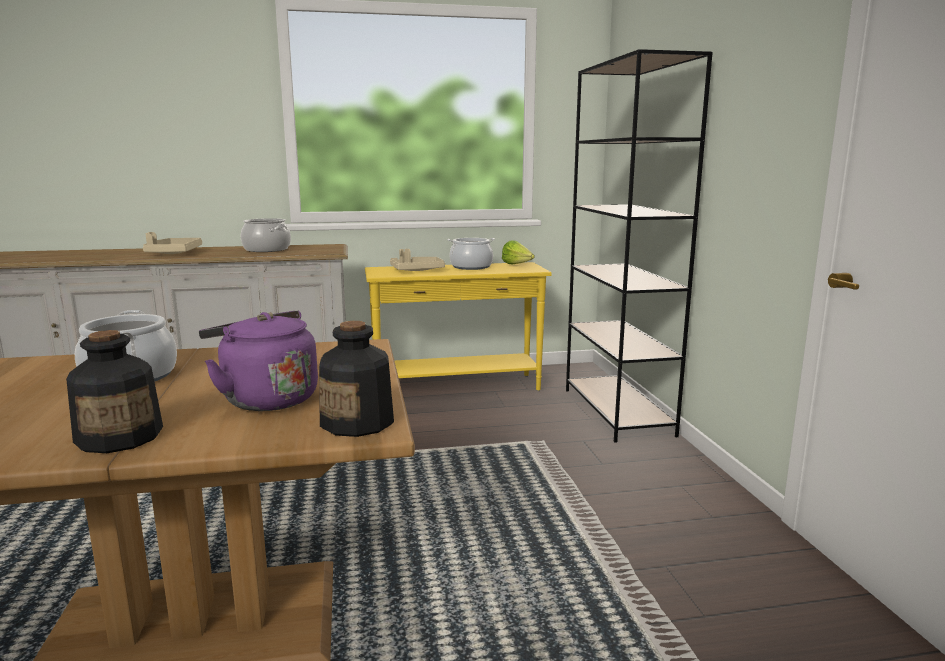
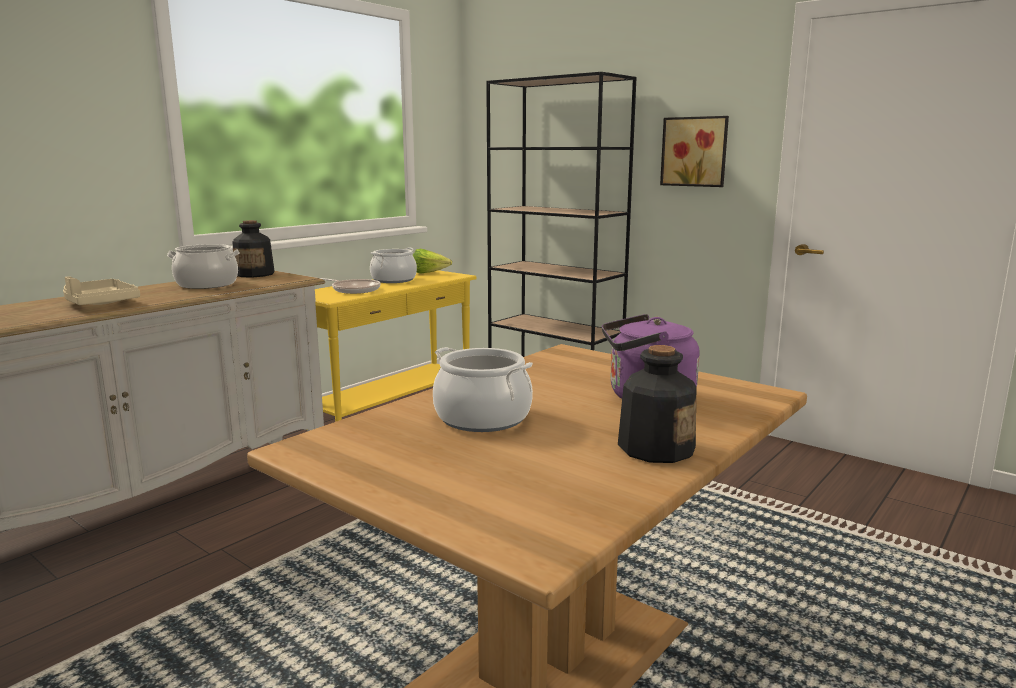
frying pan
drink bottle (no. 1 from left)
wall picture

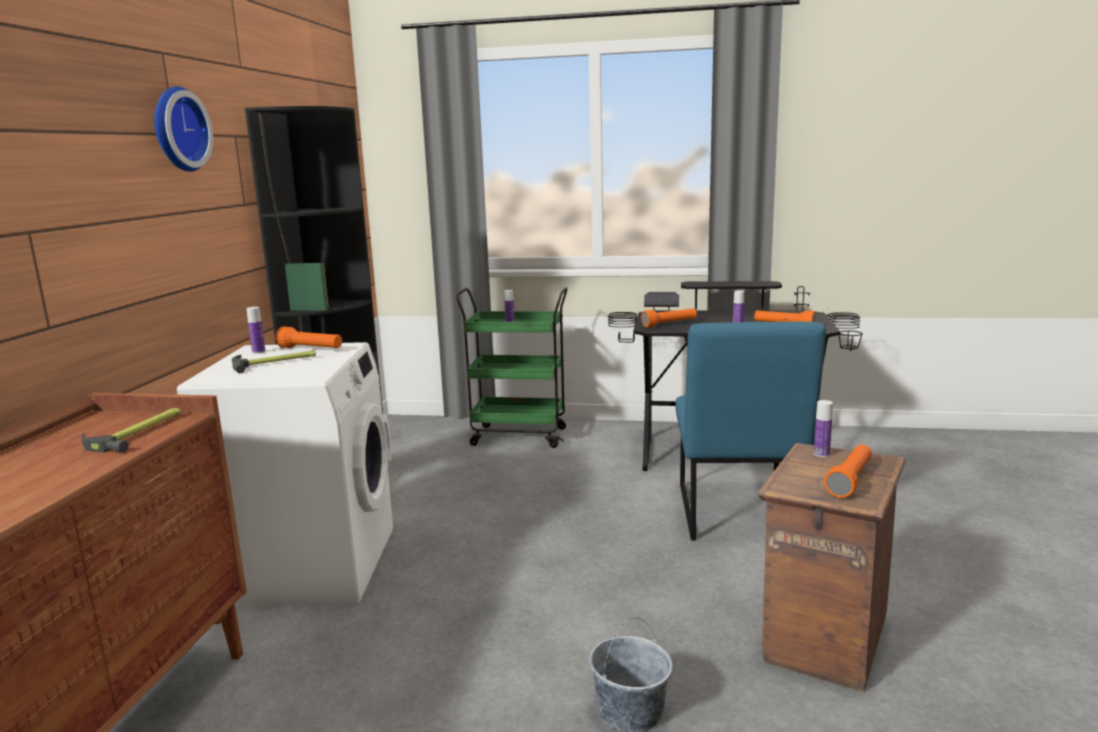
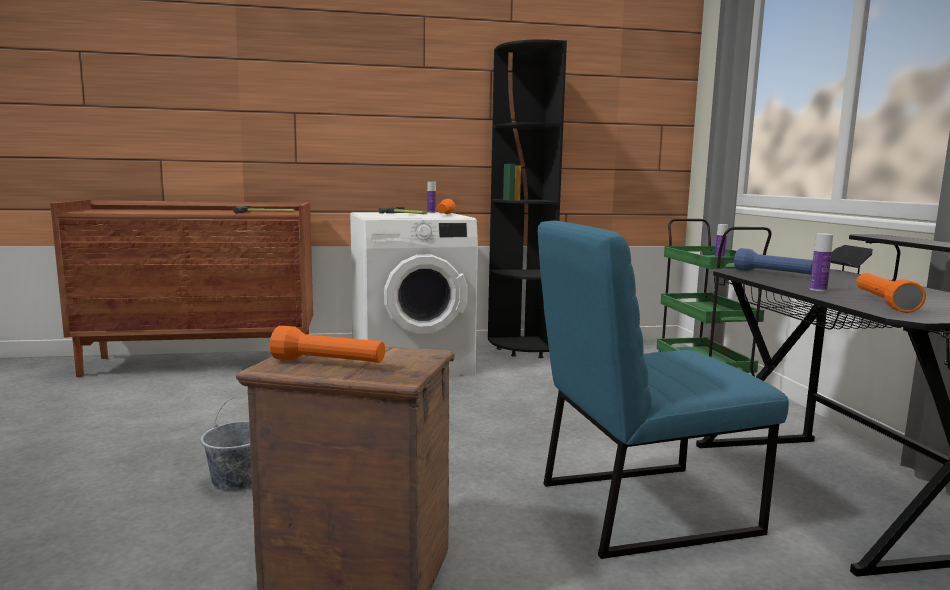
clock on the wall
hand torch in blue
drink bottle (no. 4 from left in the first image)

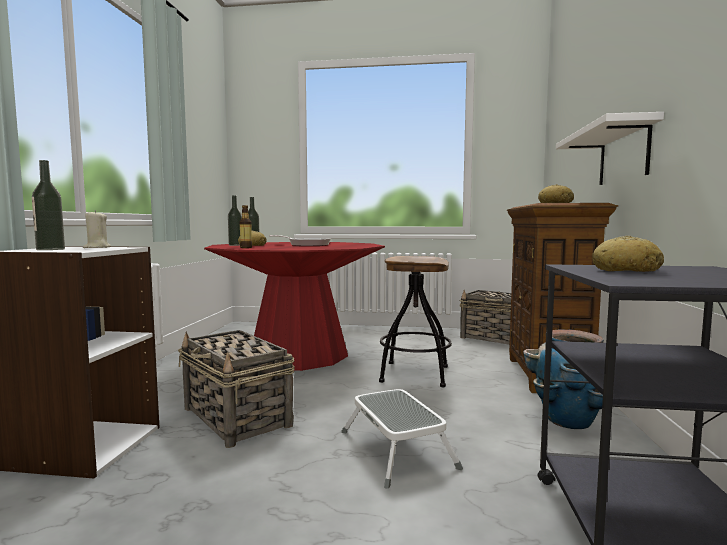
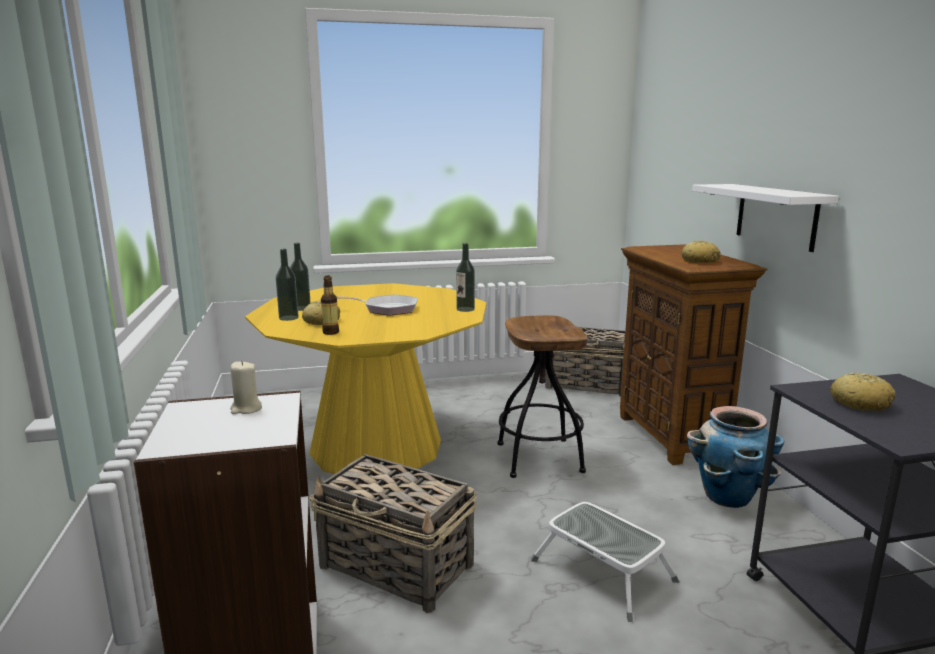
drink bottle (no. 4 from left)
dining table in yellow-coloured

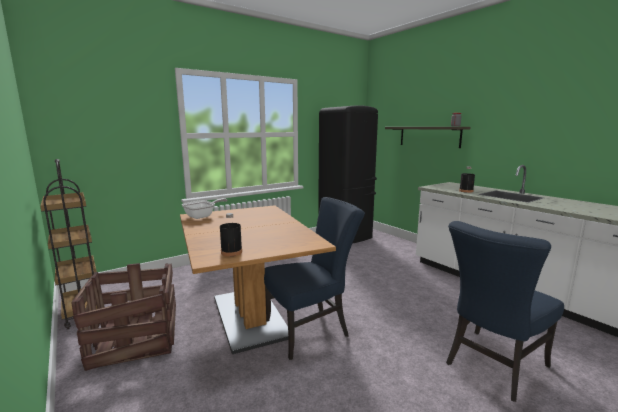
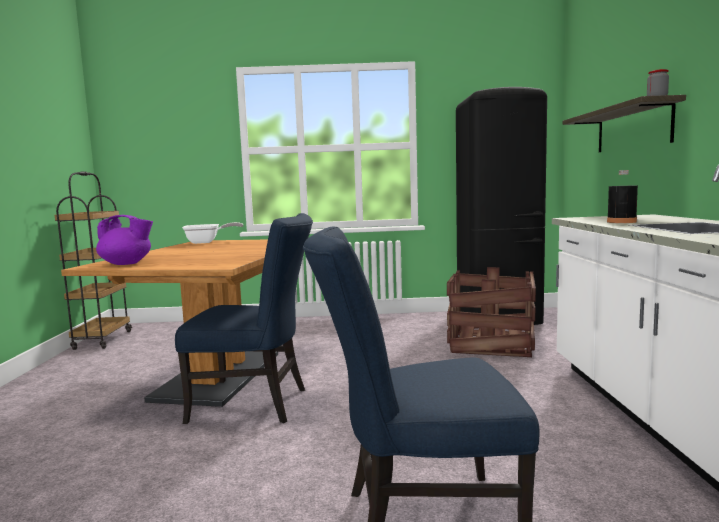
tea pot in purple-coloured
packing crate

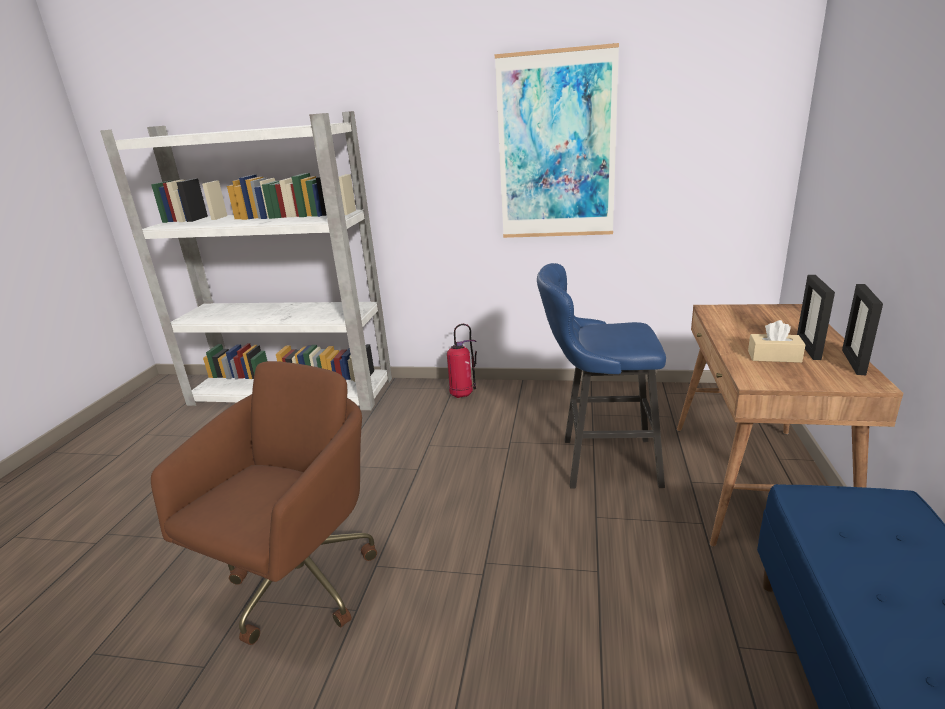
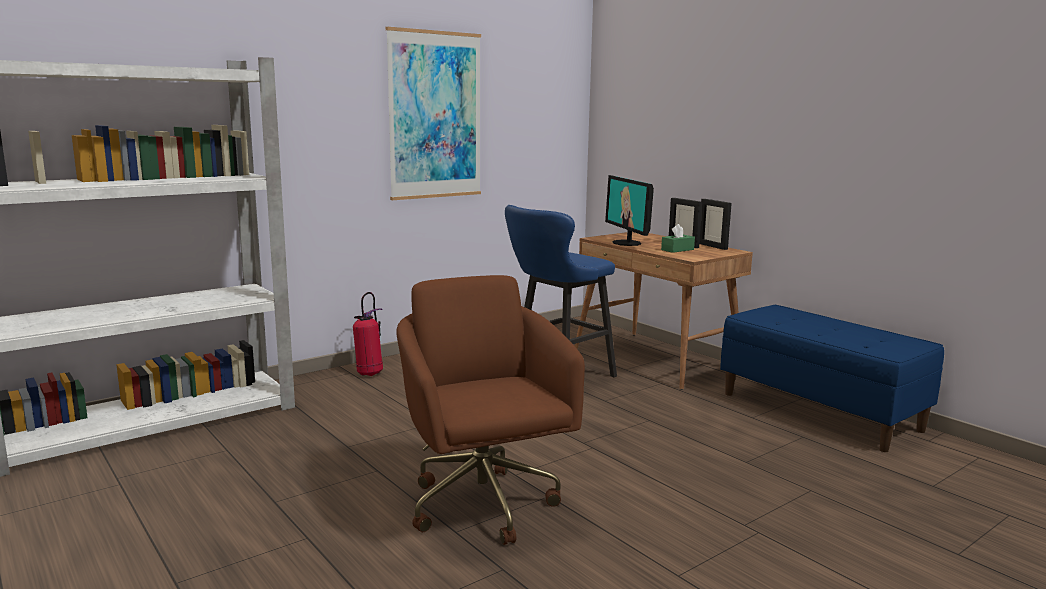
tissue holder in greenish
monitor

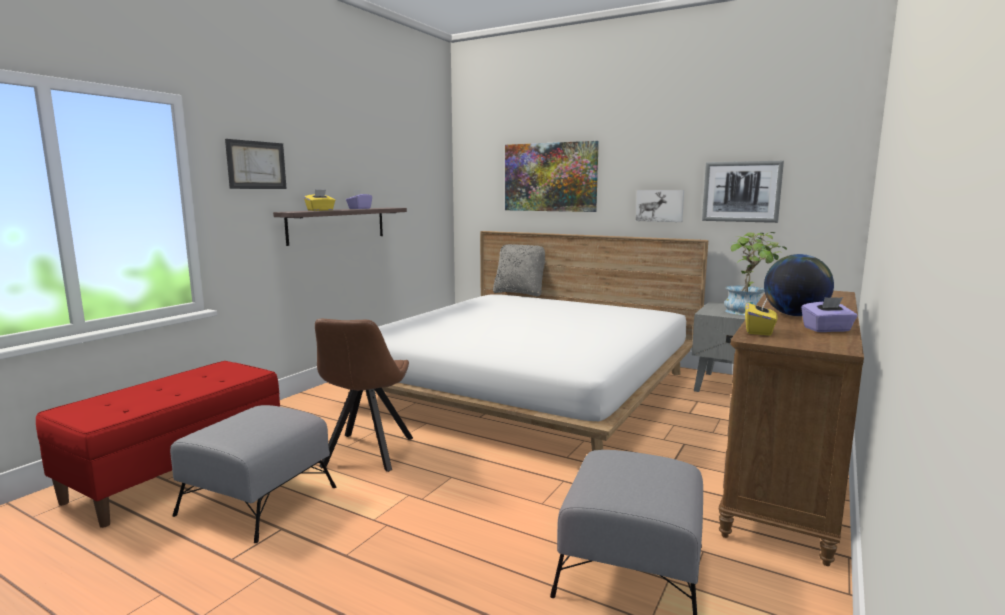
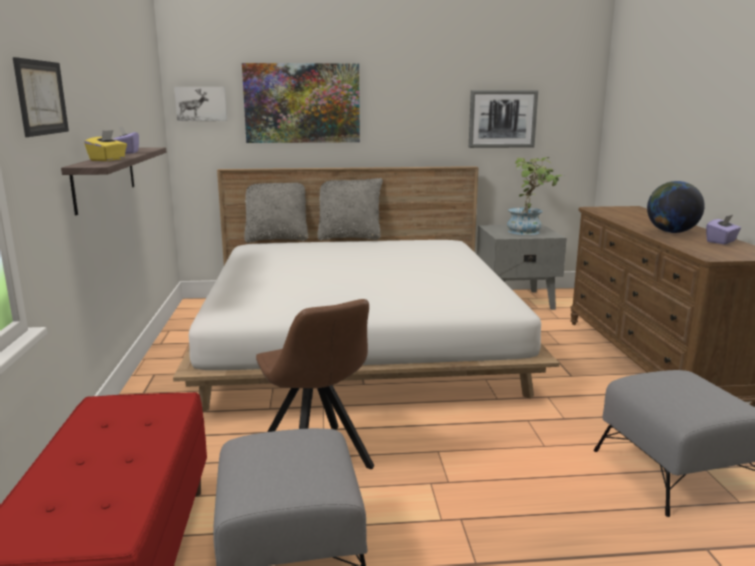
wall picture (no. 2 from left)
tissue holder in yellow-coloured (no. 2 from left in the first image)
cushion in grey (no. 2 from left)

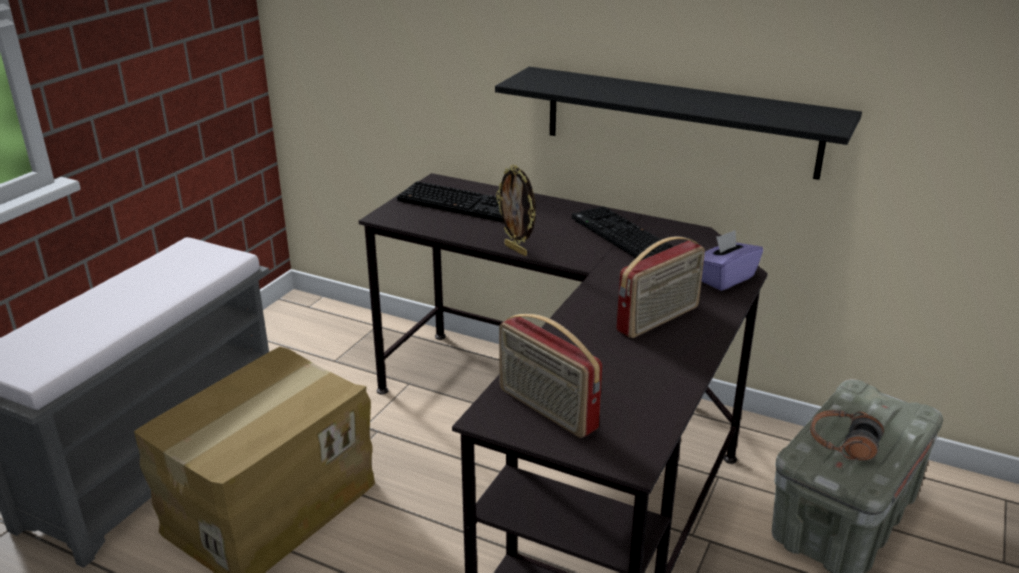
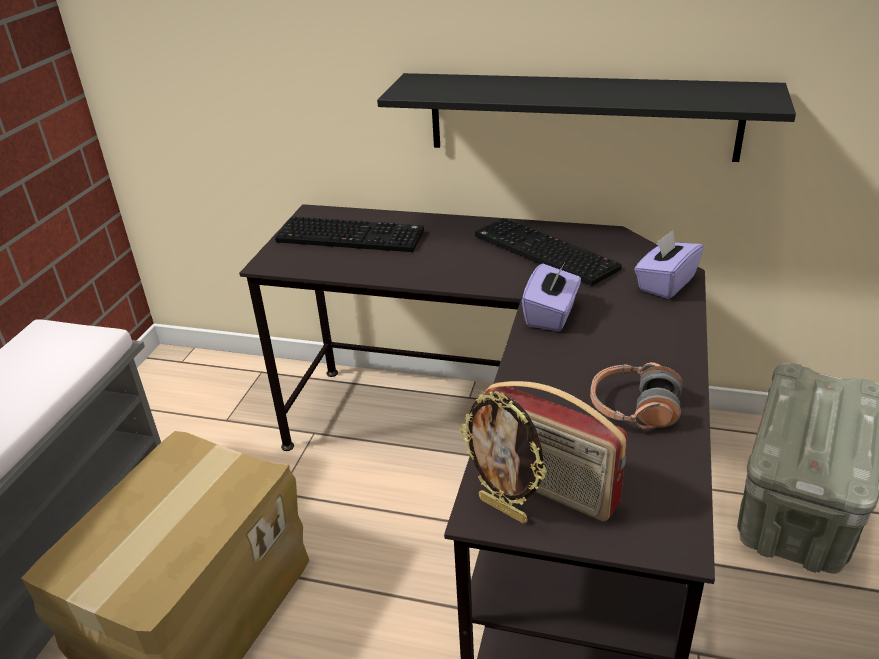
photo frame
radio (no. 2 from left in the first image)
headset
tissue holder in purple-coloured (no. 1 from left)

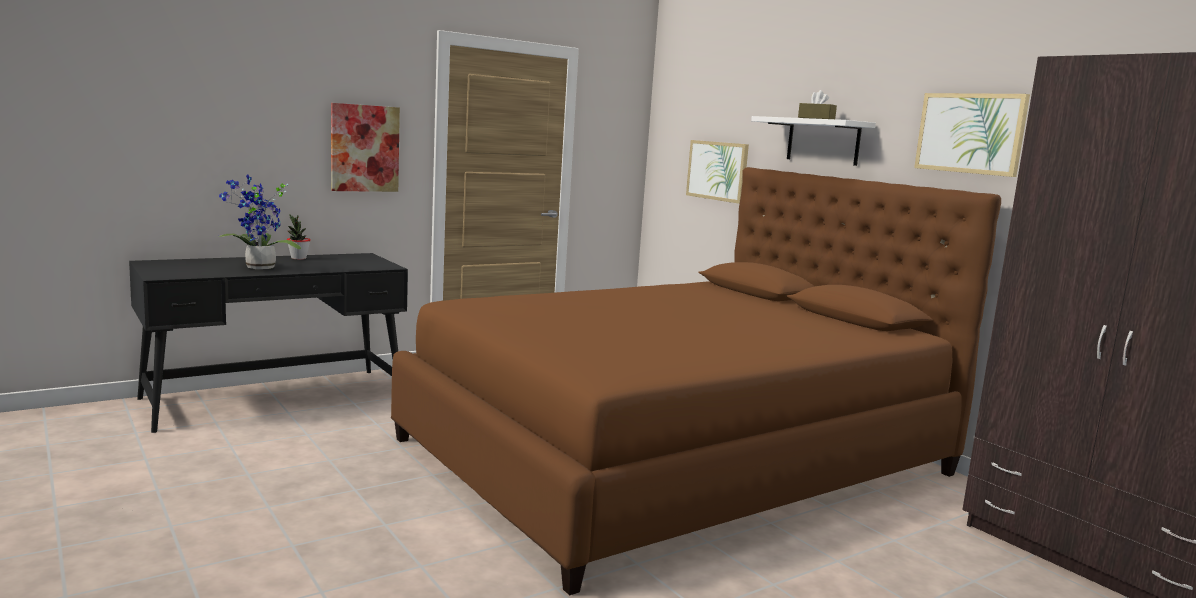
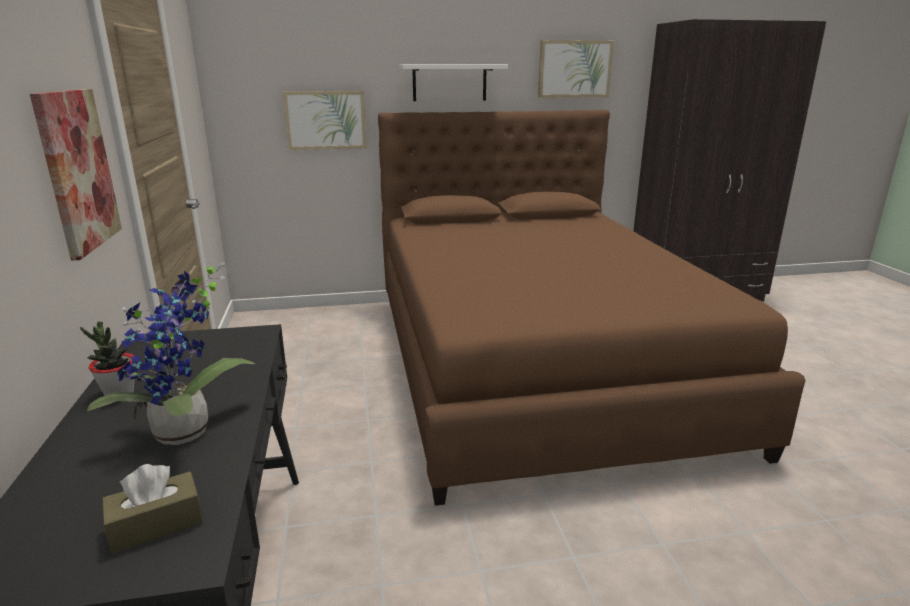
tissue holder in brown

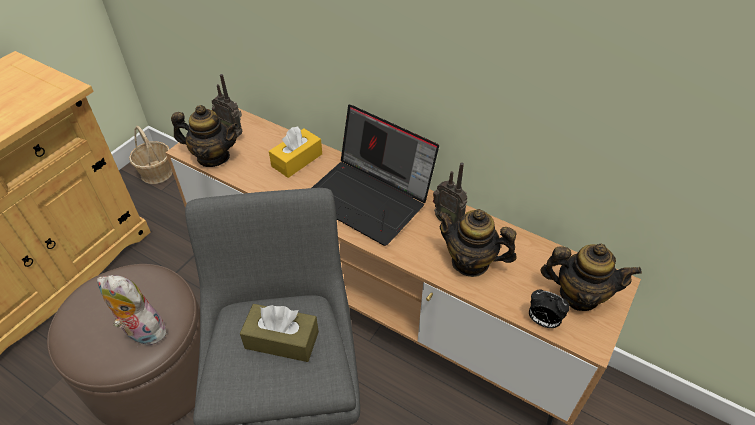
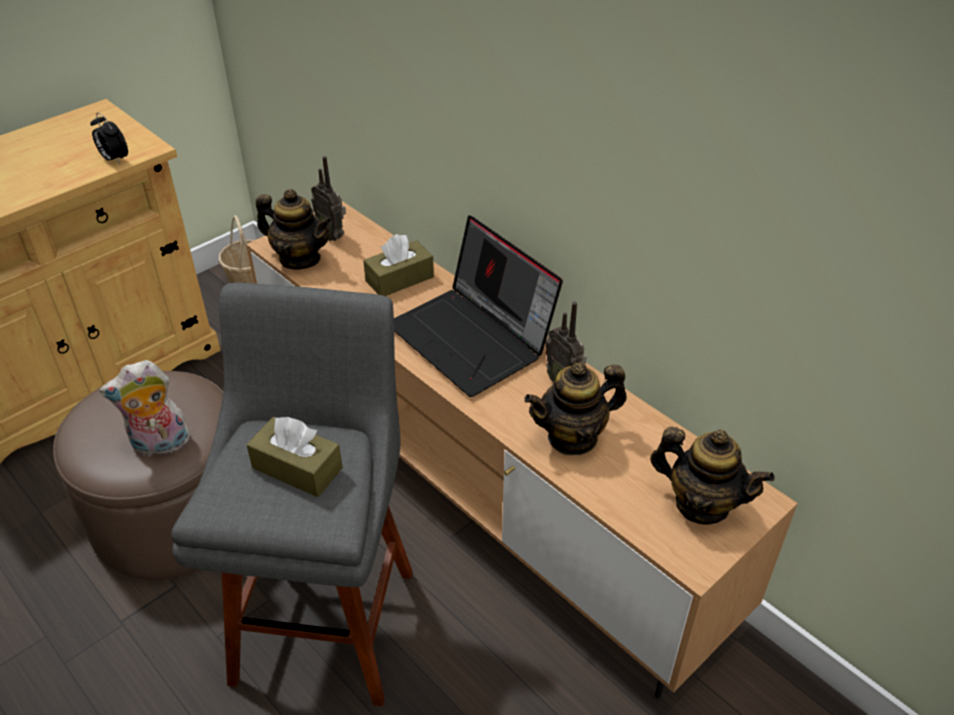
tissue holder in brown (no. 2 from left)
tea pot (no. 2 from left)
plush toy
table clock

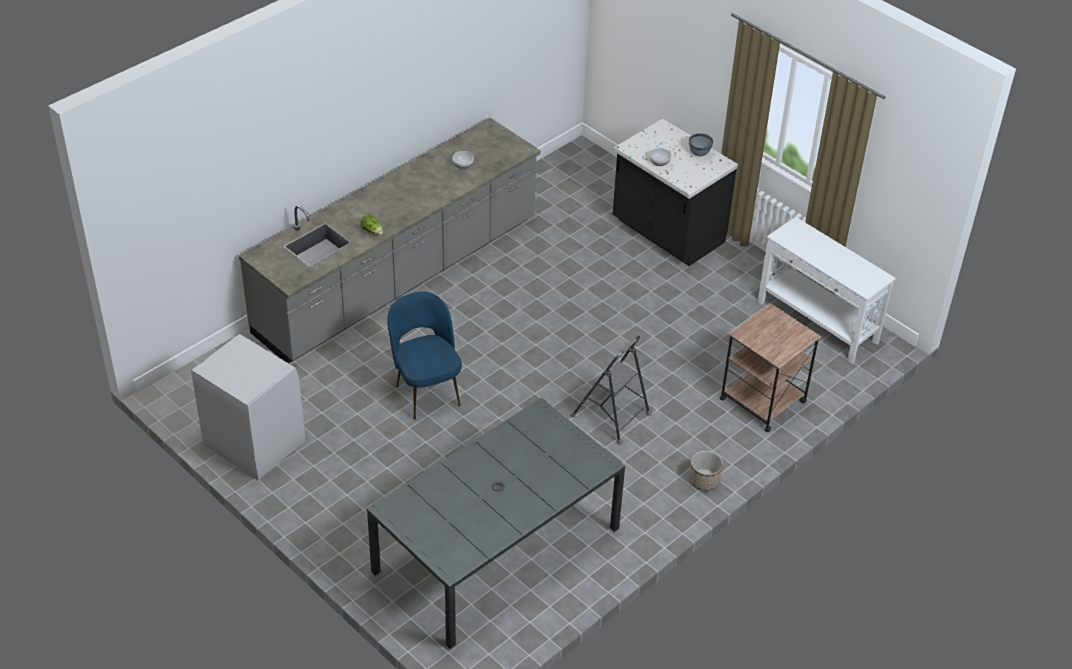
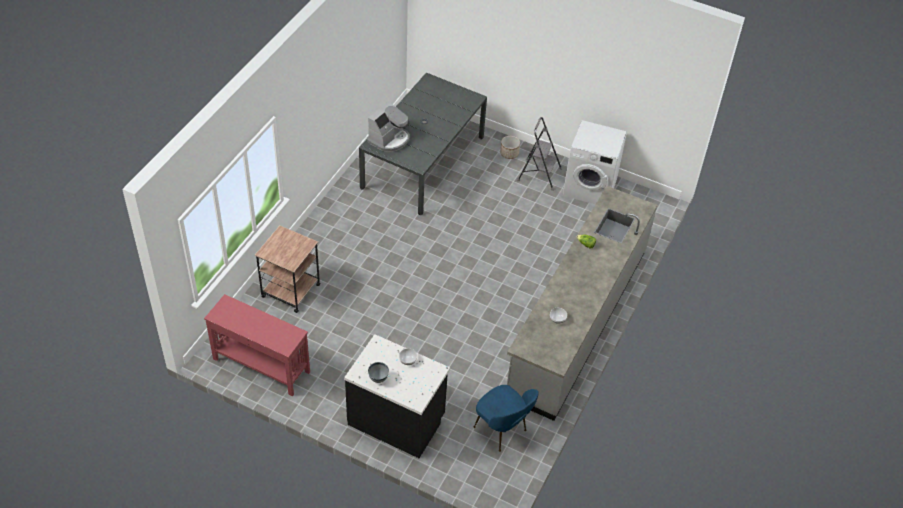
hall table in reddish
chair in blue
step stool in grey
planter
coffee brewer

